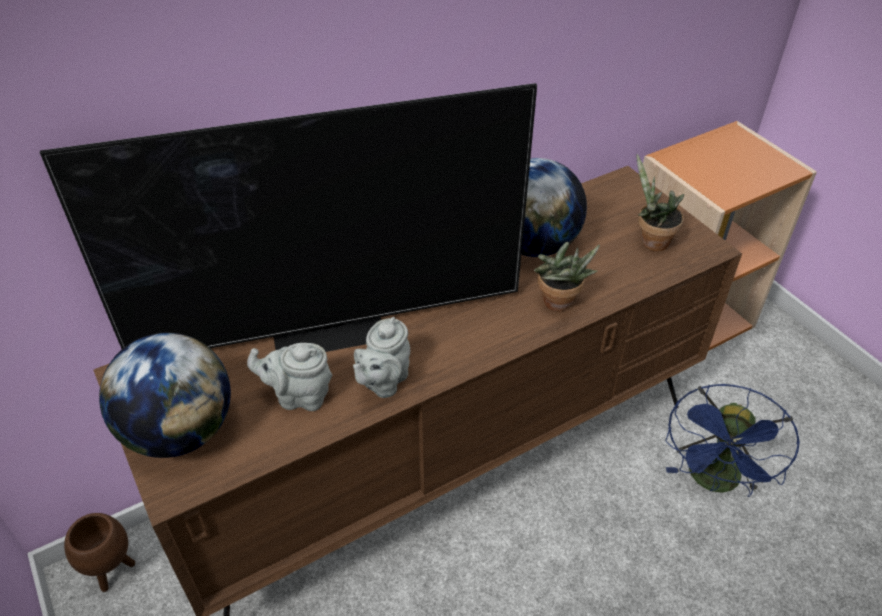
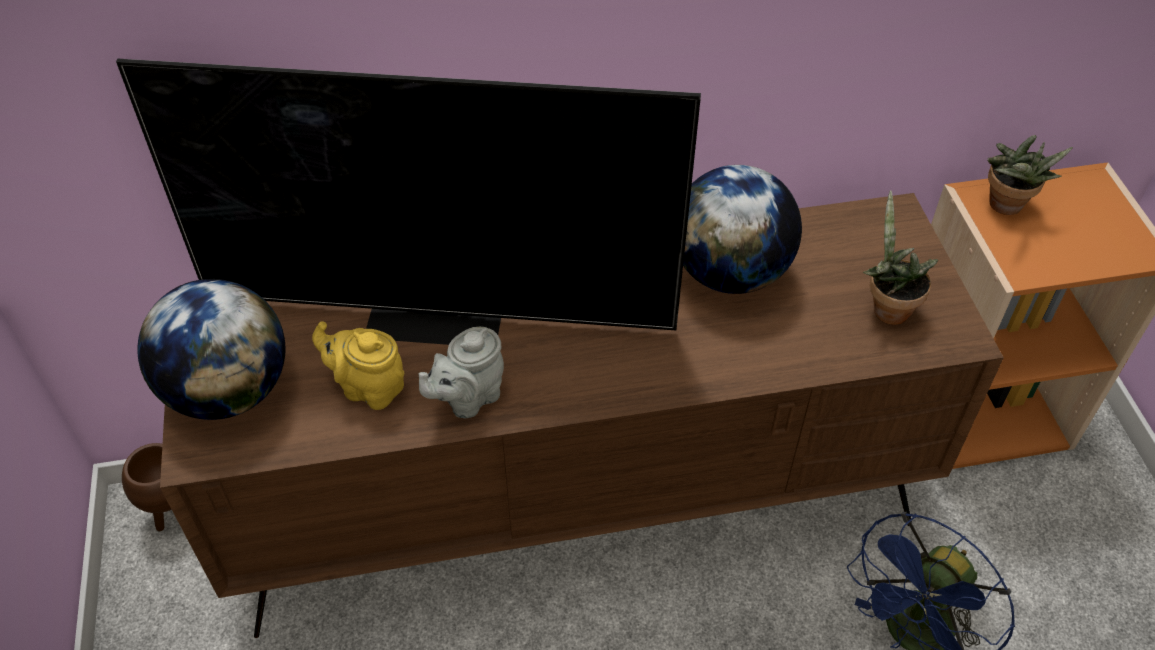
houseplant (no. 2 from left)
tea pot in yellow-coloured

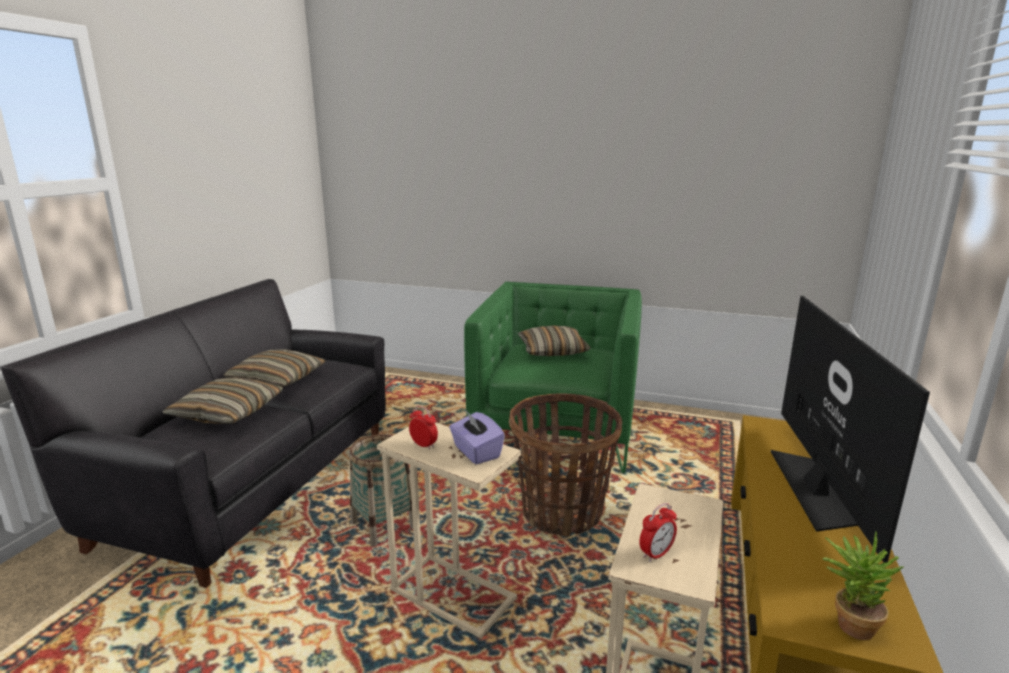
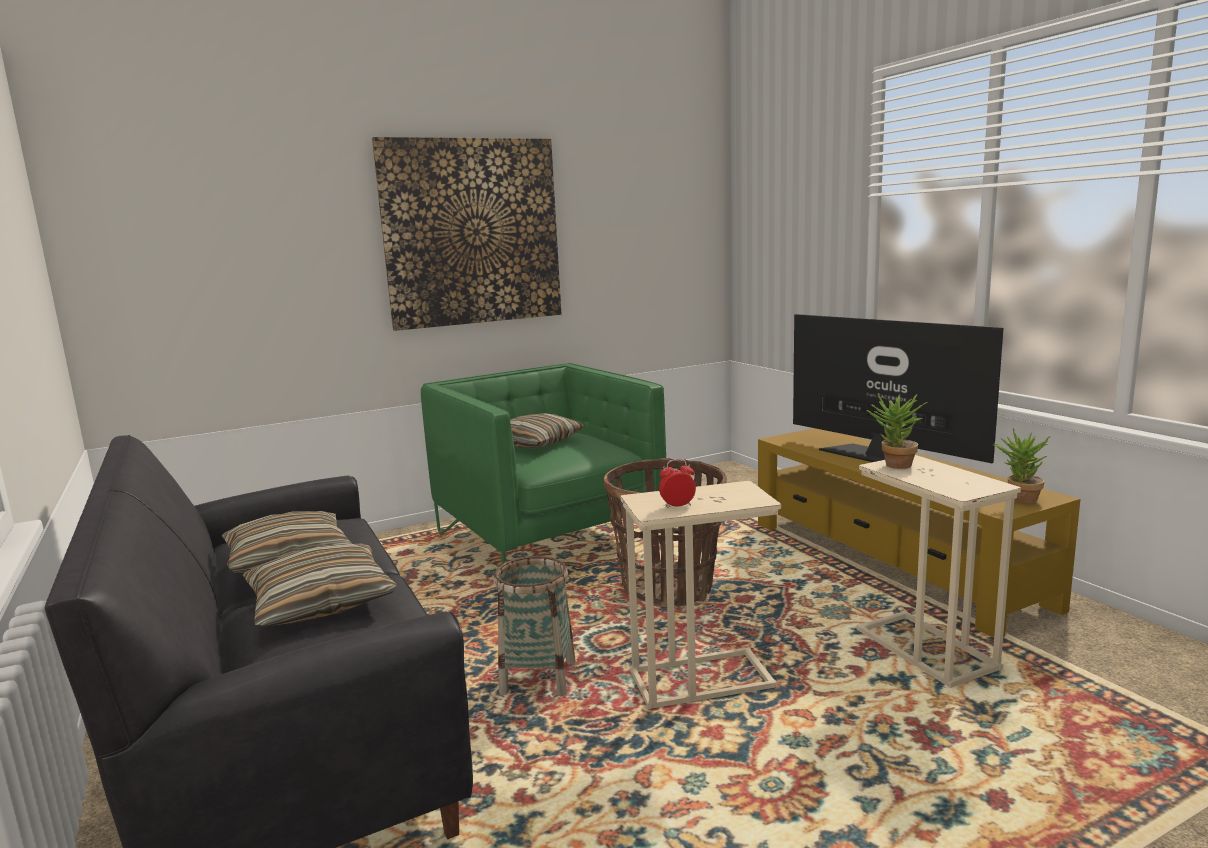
tissue holder in purple-coloured
table clock (no. 2 from left in the first image)
wall picture
houseplant (no. 1 from left)

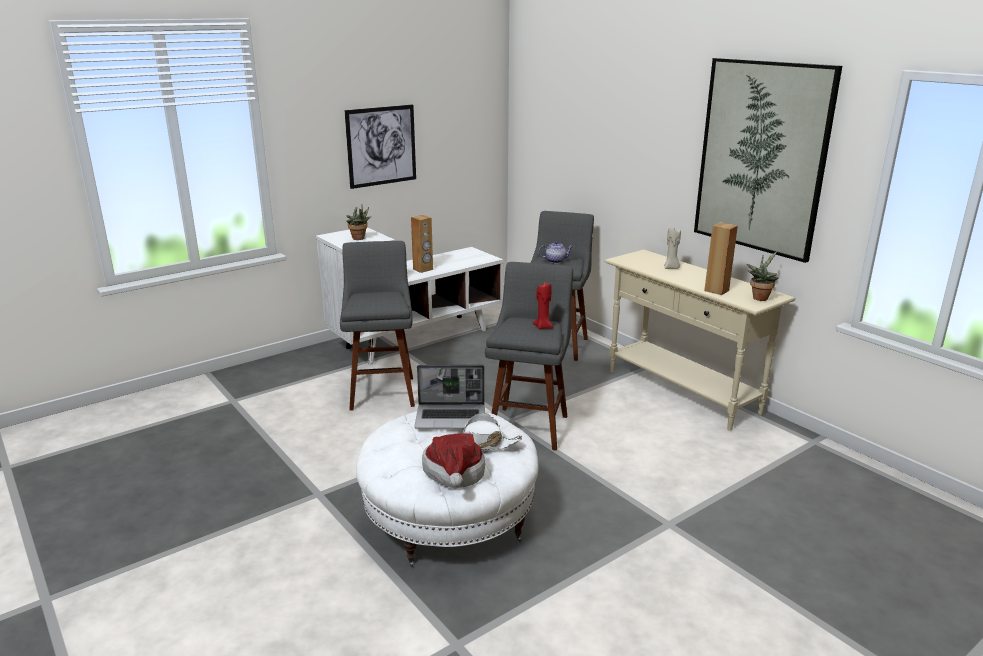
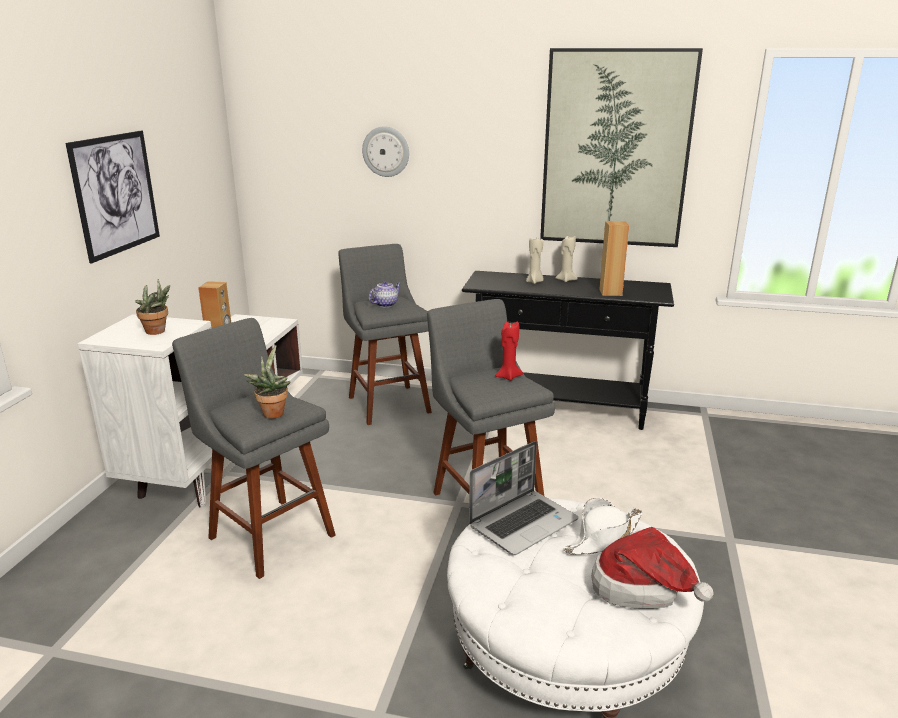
hall table in black
houseplant (no. 2 from left)
clock on the wall
wax candle in beige (no. 2 from left)

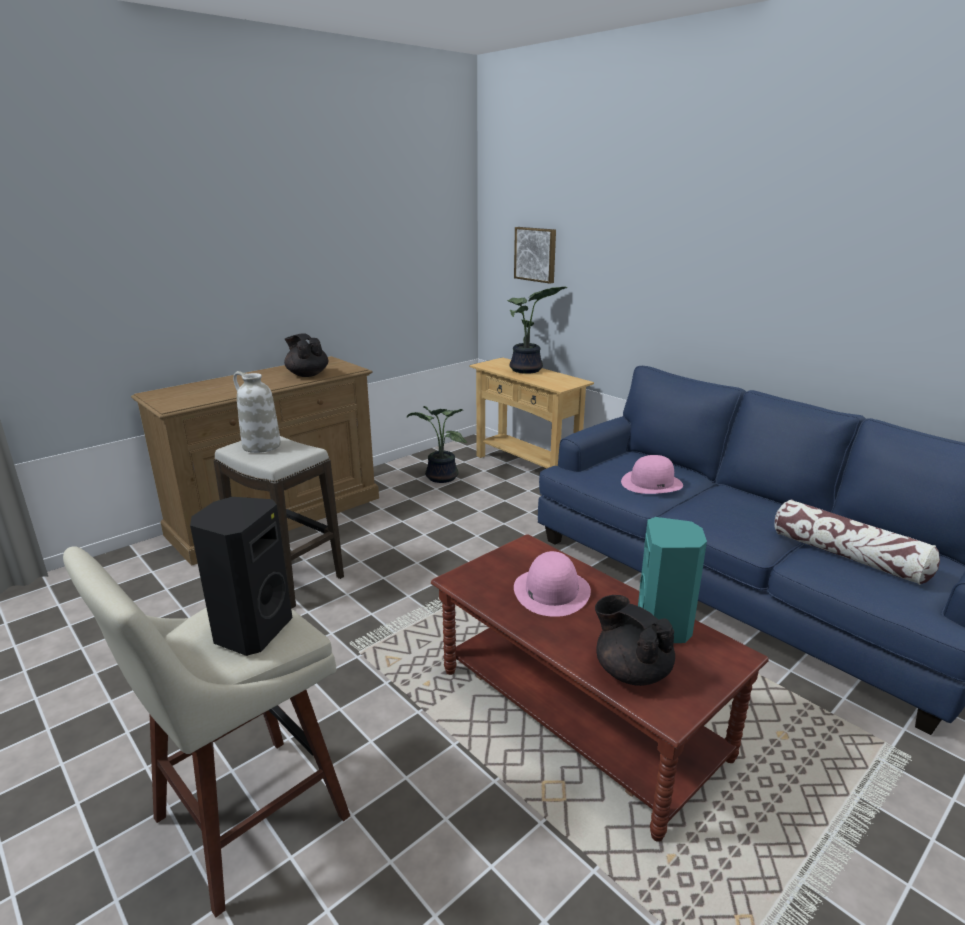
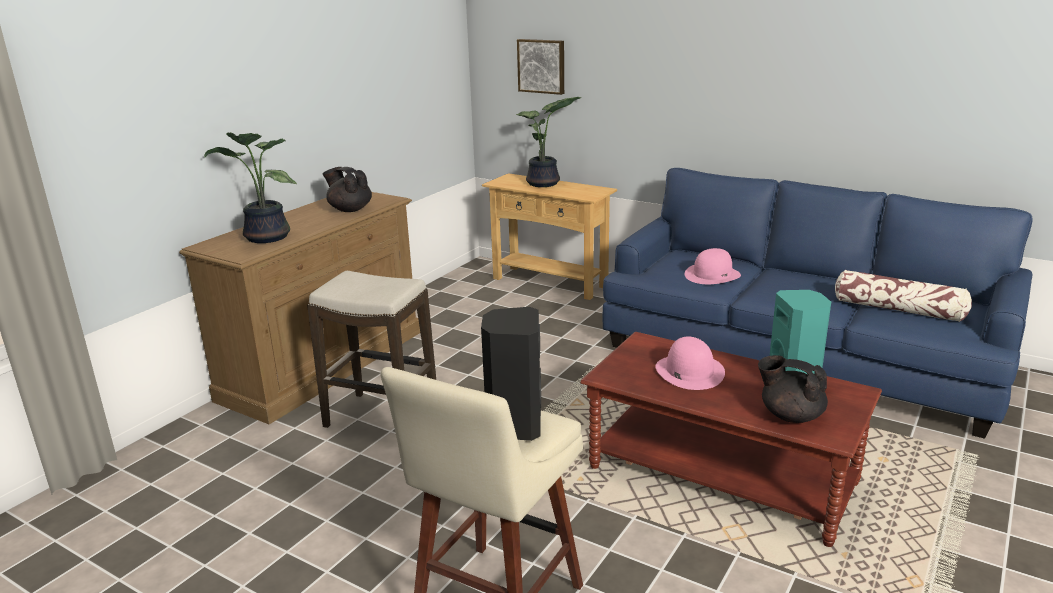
flower vase in white-coloured
houseplant (no. 1 from left)

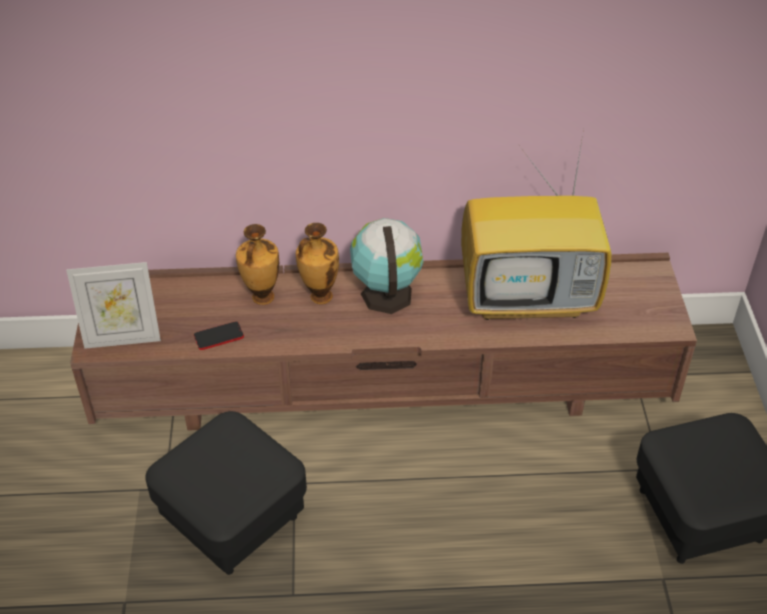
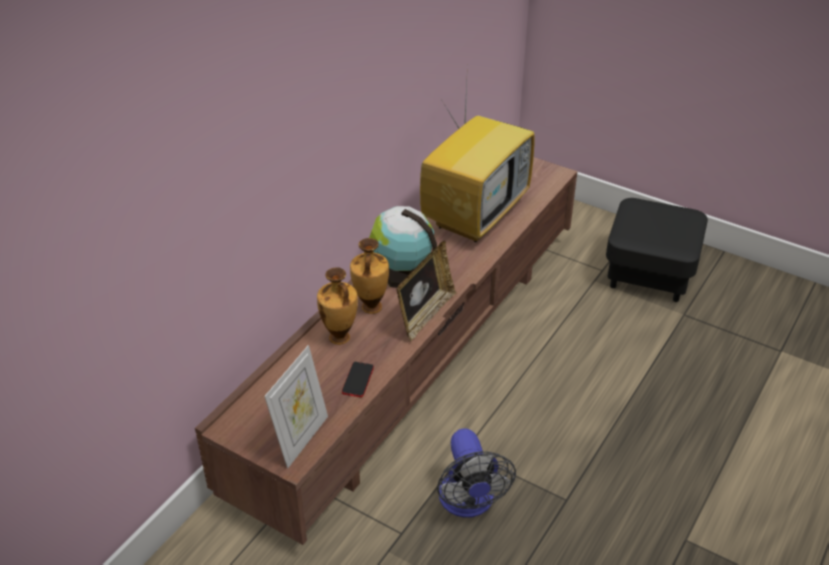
electric fan
photo frame (no. 2 from left)

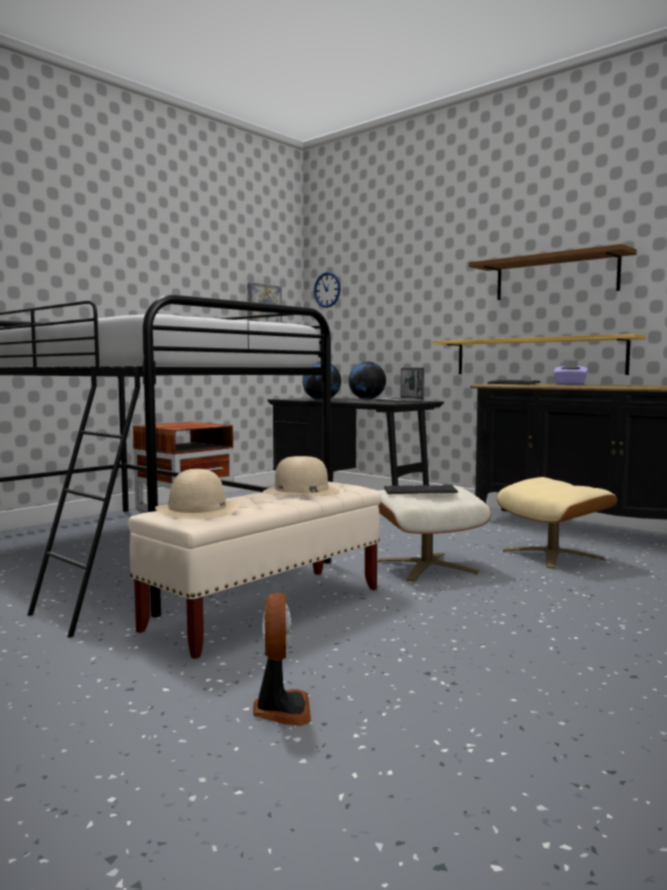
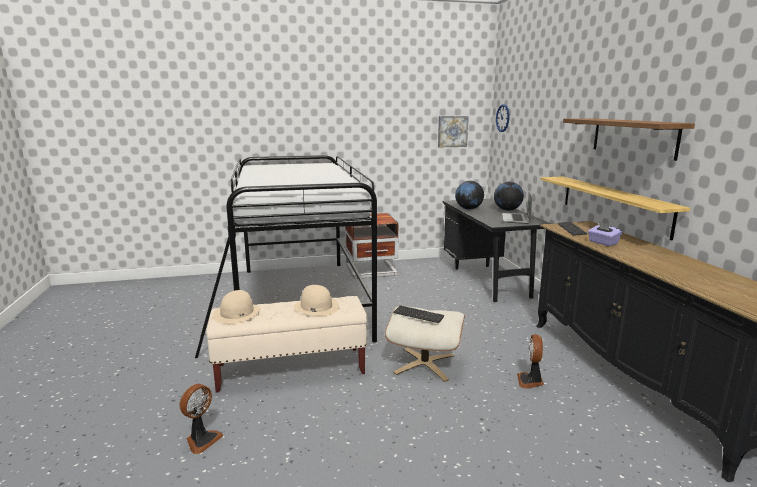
electric fan (no. 2 from left)

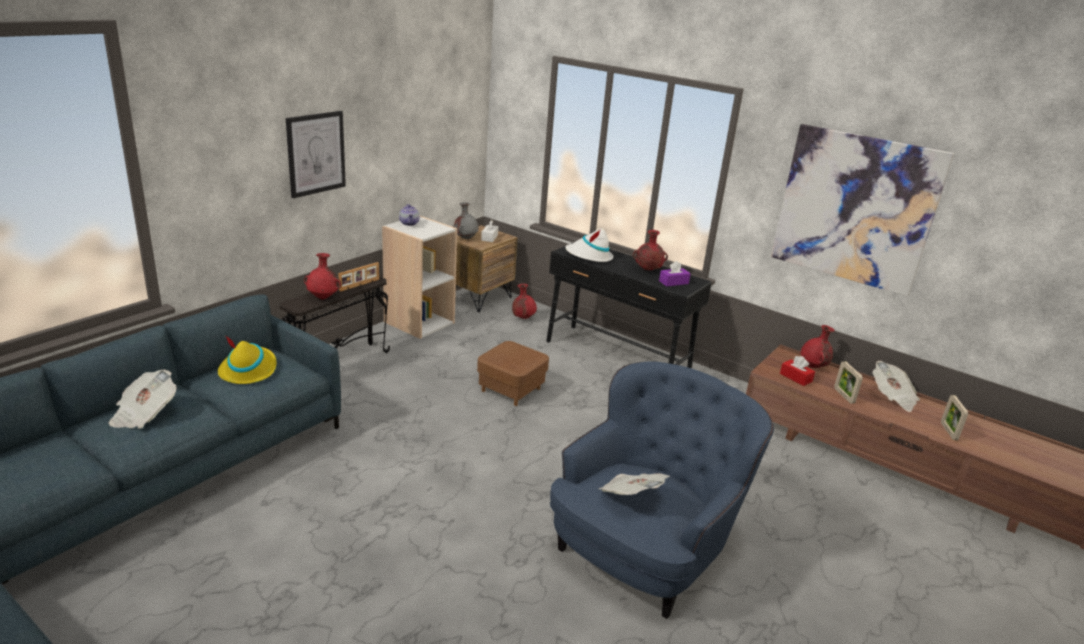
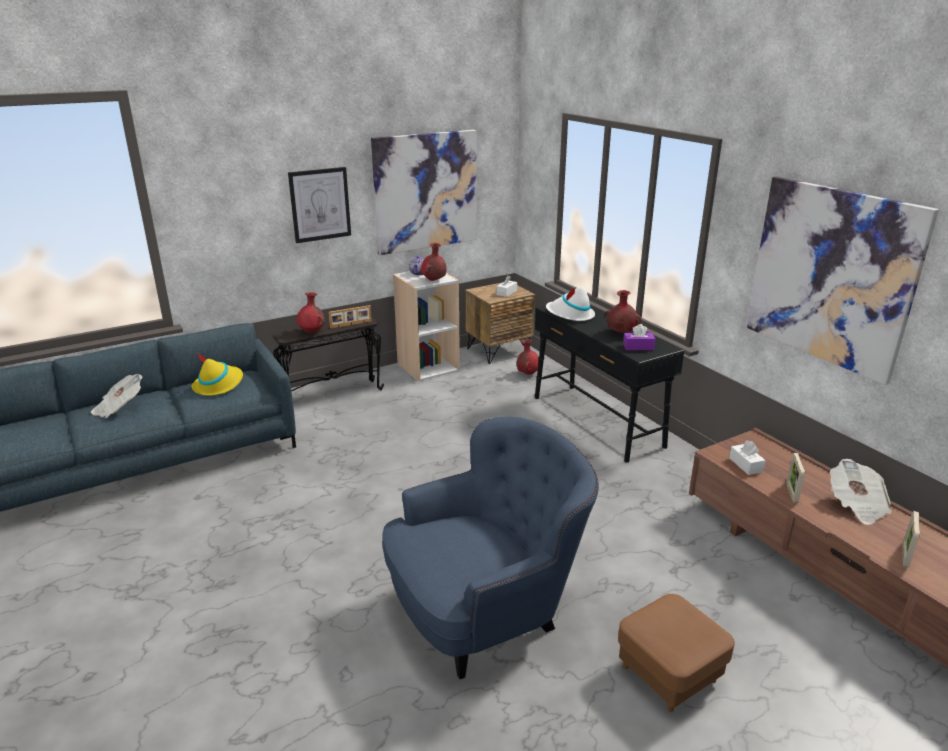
flower vase in grey
flower vase in reddish (no. 2 from left)
footrest in brown
tissue holder in white-coloured (no. 2 from left)
daily paper (no. 2 from left in the first image)
wall picture (no. 2 from left)

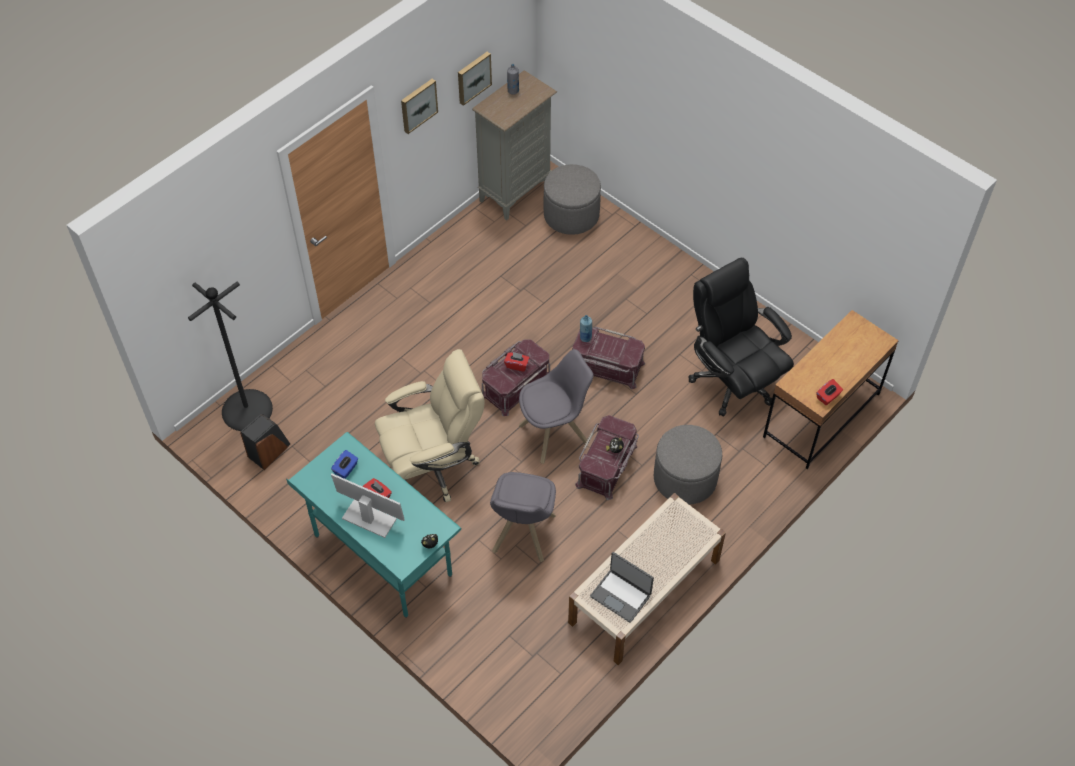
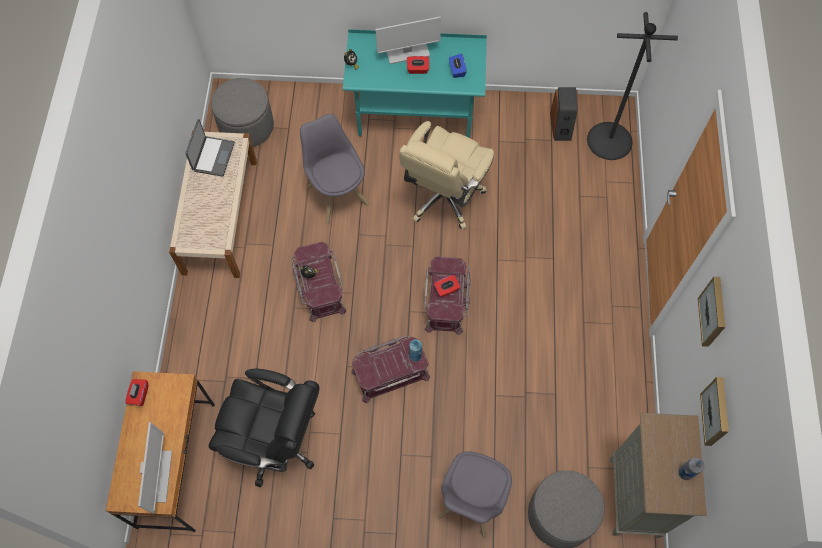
chair in grey (no. 2 from left)
footrest in grey (no. 1 from left)
notebook computer
monitor (no. 1 from left)

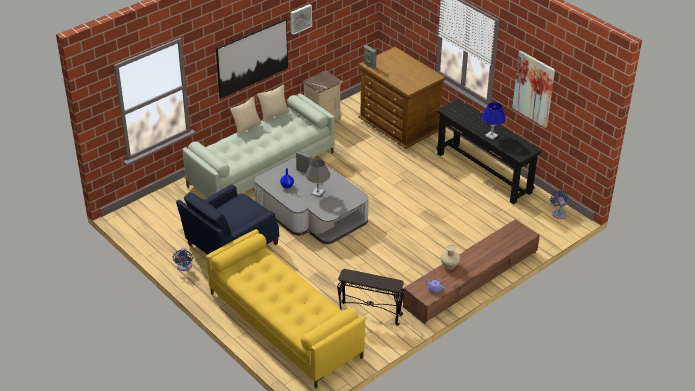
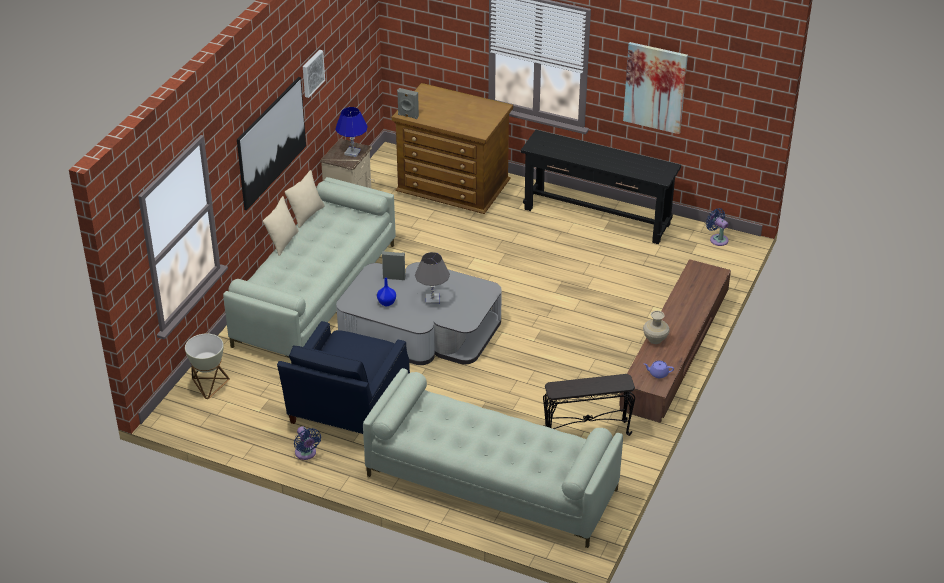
tabletop lamp in blue
settee in white-coloured (no. 2 from left)
planter

